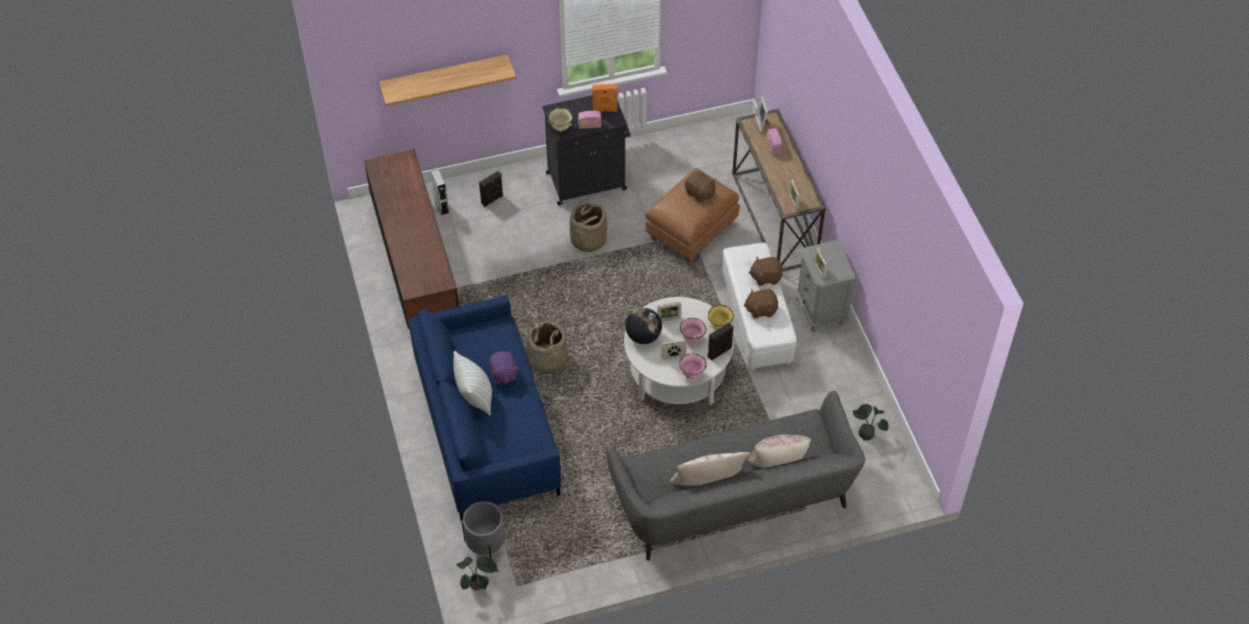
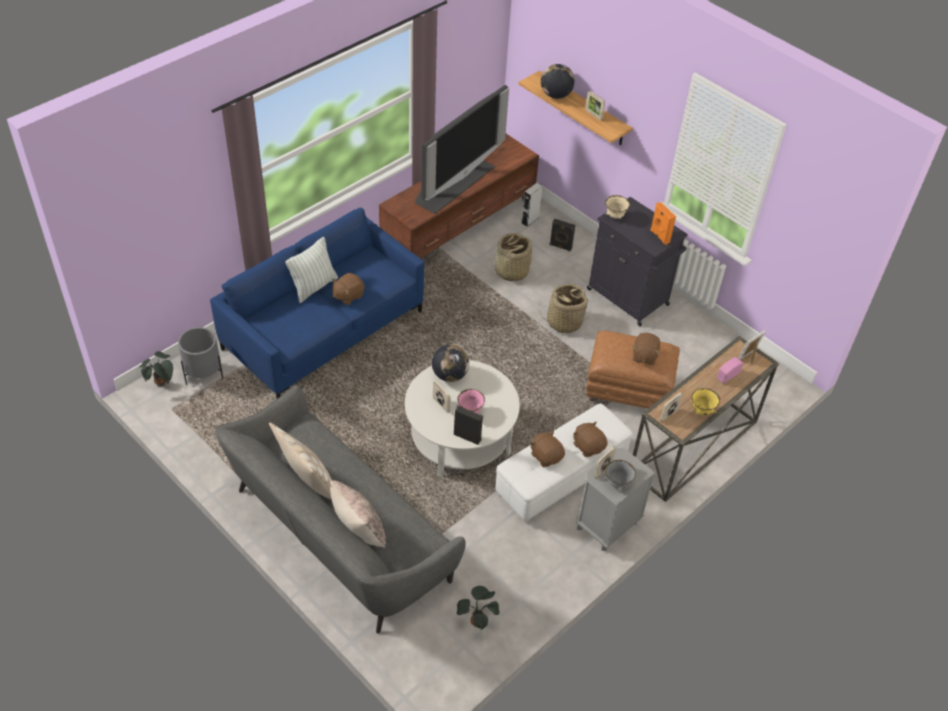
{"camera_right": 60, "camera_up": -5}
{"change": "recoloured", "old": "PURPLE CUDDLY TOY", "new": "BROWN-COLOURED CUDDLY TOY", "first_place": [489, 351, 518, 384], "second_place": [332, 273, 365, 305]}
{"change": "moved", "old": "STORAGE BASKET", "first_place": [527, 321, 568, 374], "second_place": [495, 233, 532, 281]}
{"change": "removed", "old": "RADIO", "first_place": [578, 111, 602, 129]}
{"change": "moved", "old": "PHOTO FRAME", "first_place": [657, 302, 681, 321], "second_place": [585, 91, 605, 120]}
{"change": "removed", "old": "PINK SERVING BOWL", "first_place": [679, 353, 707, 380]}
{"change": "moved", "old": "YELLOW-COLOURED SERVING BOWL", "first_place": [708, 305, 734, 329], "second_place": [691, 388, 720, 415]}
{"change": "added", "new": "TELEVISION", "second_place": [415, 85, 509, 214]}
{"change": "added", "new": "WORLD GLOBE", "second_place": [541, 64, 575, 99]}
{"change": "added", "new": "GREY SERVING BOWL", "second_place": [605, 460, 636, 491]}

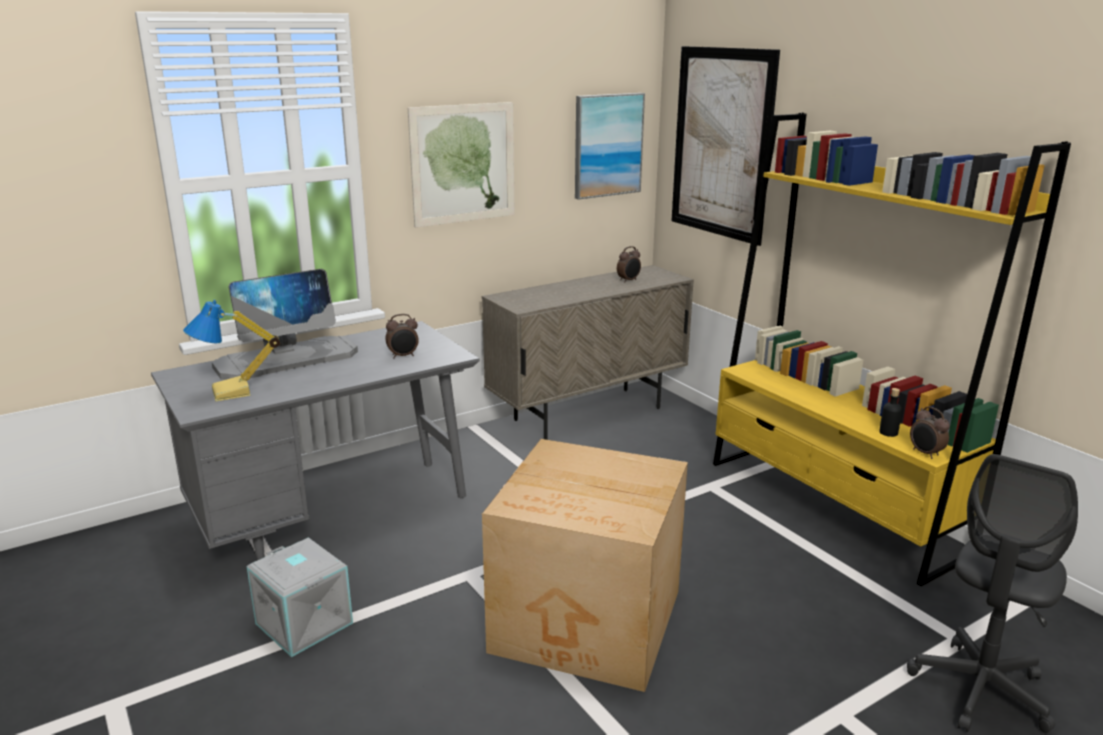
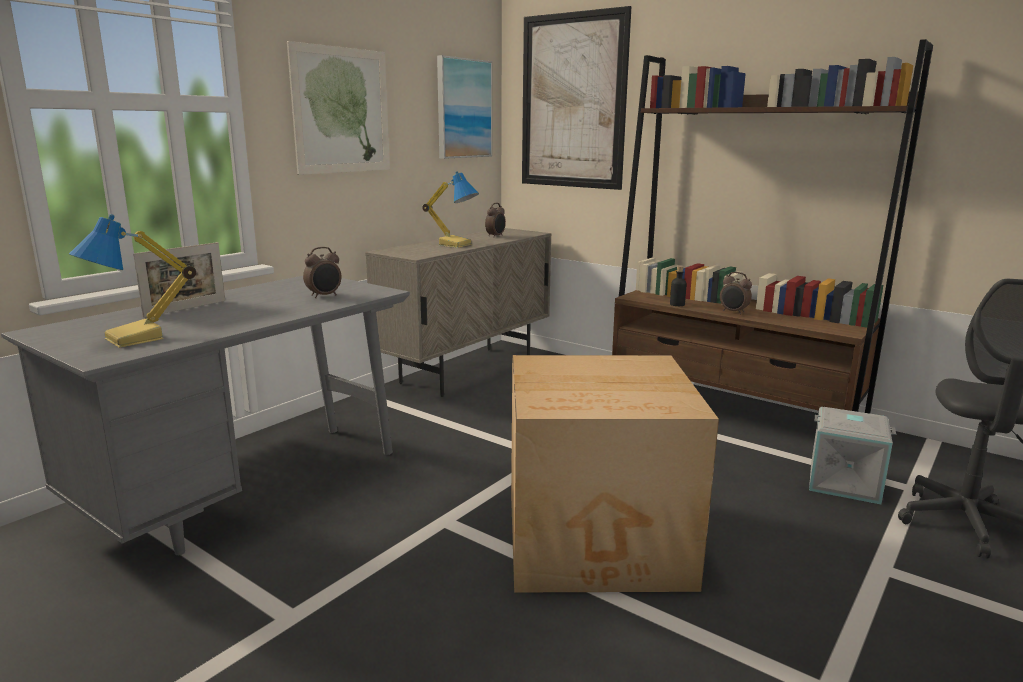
{"camera_right": -20, "camera_up": -5}
{"change": "replaced", "old": "MONITOR", "new": "PHOTO FRAME", "first_place": [212, 269, 358, 380], "second_place": [133, 242, 225, 317]}
{"change": "moved", "old": "GREY STORAGE BOX", "first_place": [247, 538, 353, 657], "second_place": [809, 407, 896, 504]}
{"change": "recoloured", "old": "YELLOW-COLOURED SHELVING UNIT", "new": "BROWN-COLOURED SHELVING UNIT", "first_place": [713, 113, 1071, 586], "second_place": [612, 39, 933, 414]}
{"change": "moved", "old": "BLACK DRINK BOTTLE", "first_place": [879, 388, 902, 437], "second_place": [670, 265, 687, 306]}
{"change": "moved", "old": "ALARM CLOCK", "first_place": [910, 406, 950, 459], "second_place": [720, 272, 752, 315]}
{"change": "added", "new": "TABLE LAMP", "second_place": [422, 171, 479, 248]}

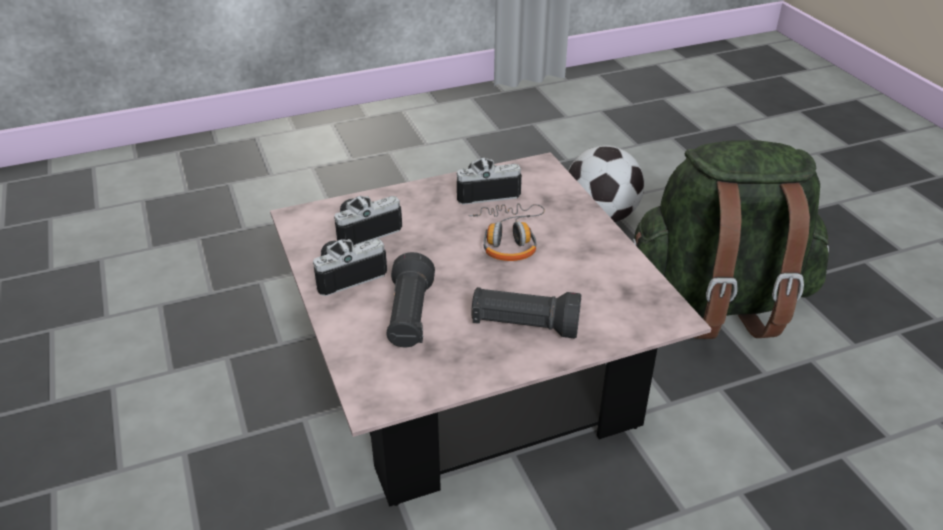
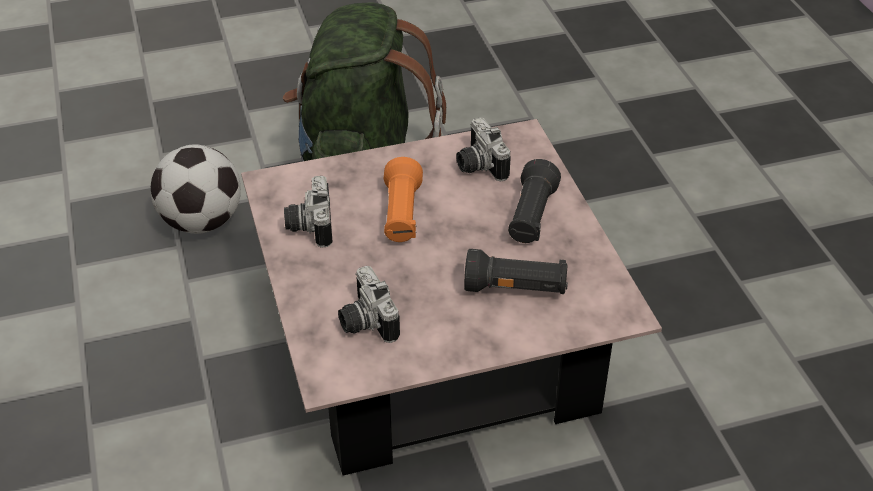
{"camera_right": -85, "camera_up": 5}
{"change": "moved", "old": "STILL CAMERA", "first_place": [313, 239, 387, 296], "second_place": [456, 117, 511, 181]}
{"change": "replaced", "old": "HEADSET", "new": "ORANGE TORCH", "first_place": [469, 203, 545, 261], "second_place": [384, 157, 423, 242]}

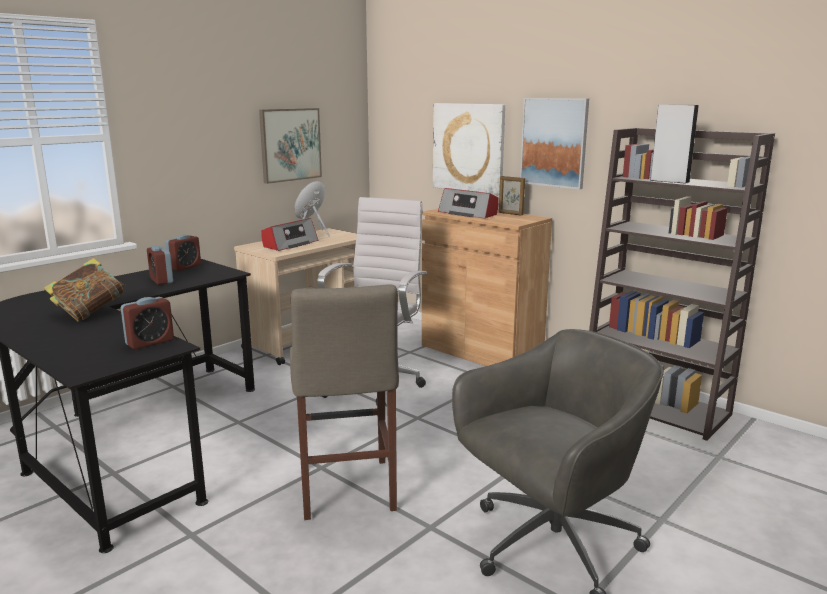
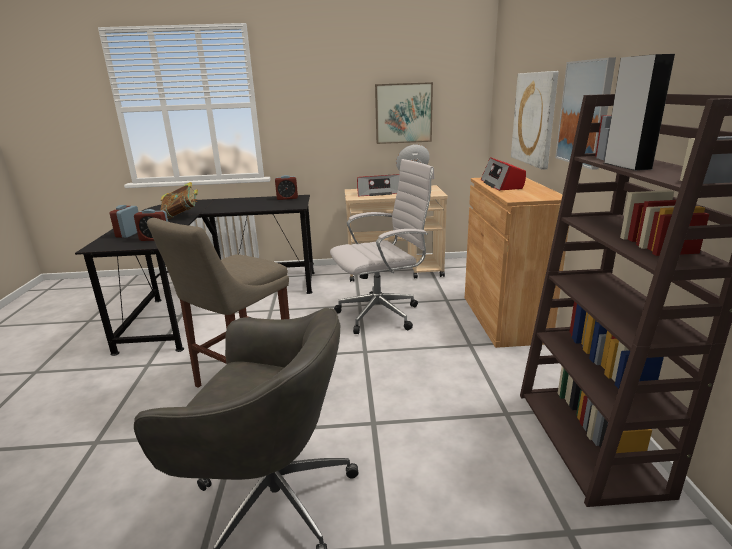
{"camera_right": 45, "camera_up": 5}
{"change": "moved", "old": "ALARM CLOCK", "first_place": [147, 246, 173, 285], "second_place": [110, 205, 138, 238]}
{"change": "removed", "old": "PHOTO FRAME", "first_place": [499, 176, 525, 216]}

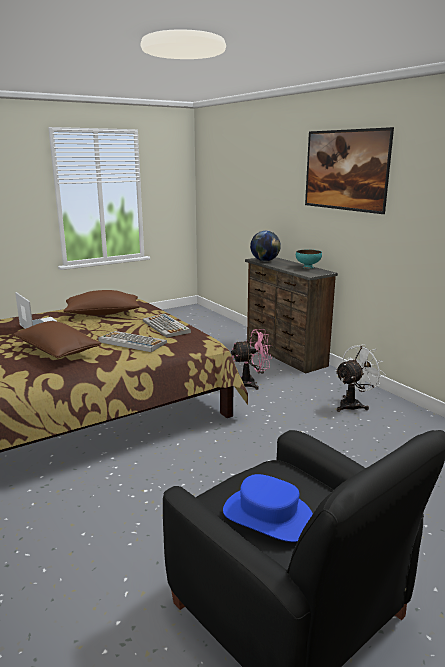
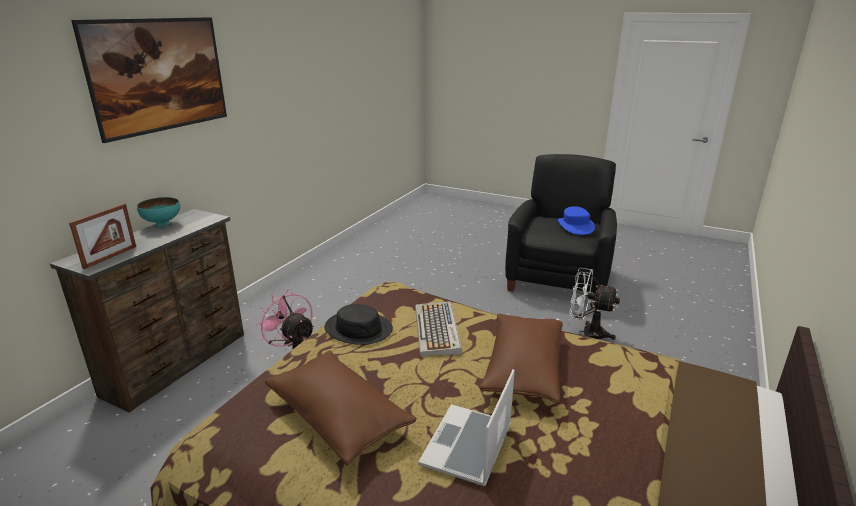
{"camera_right": -120, "camera_up": 5}
{"change": "replaced", "old": "KEYBOARD", "new": "BLACK HAT", "first_place": [143, 313, 191, 338], "second_place": [324, 304, 393, 345]}
{"change": "replaced", "old": "WORLD GLOBE", "new": "PHOTO FRAME", "first_place": [250, 231, 281, 261], "second_place": [69, 204, 136, 269]}
{"change": "moved", "old": "WHITE-COLOURED ELECTRIC FAN", "first_place": [336, 344, 384, 412], "second_place": [569, 268, 620, 340]}

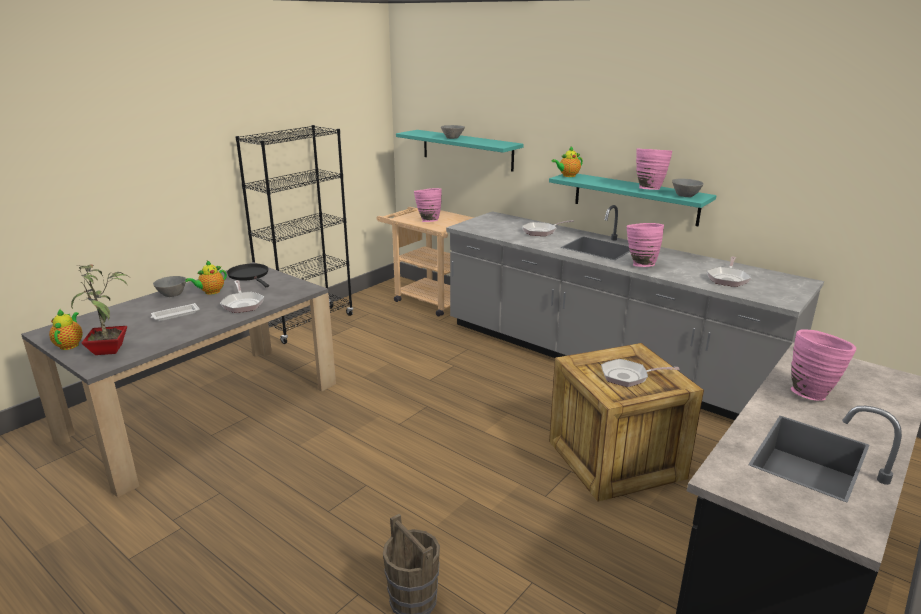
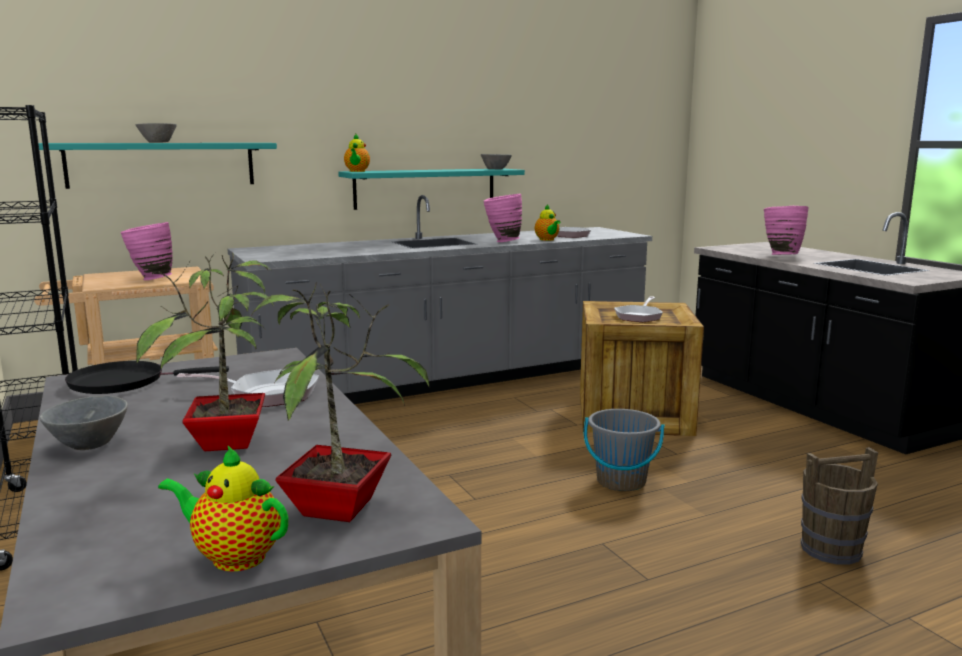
{"camera_right": -65, "camera_up": -10}
{"change": "replaced", "old": "WHITE-COLOURED CARRYING TRAY", "new": "PLANT IN A POT", "first_place": [150, 303, 200, 321], "second_place": [136, 252, 274, 451]}
{"change": "moved", "old": "POT FOR TEA", "first_place": [185, 260, 227, 295], "second_place": [535, 204, 560, 241]}
{"change": "removed", "old": "SKILLET", "first_place": [522, 220, 574, 236]}
{"change": "removed", "old": "PINK DECORATIVE VASE", "first_place": [636, 148, 672, 190]}
{"change": "added", "new": "GREY BUCKET", "second_place": [584, 409, 664, 491]}

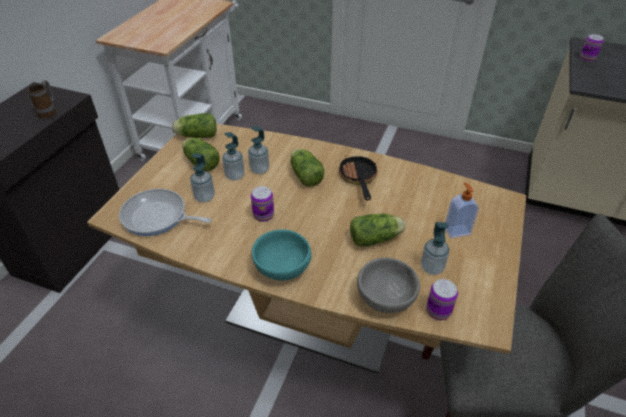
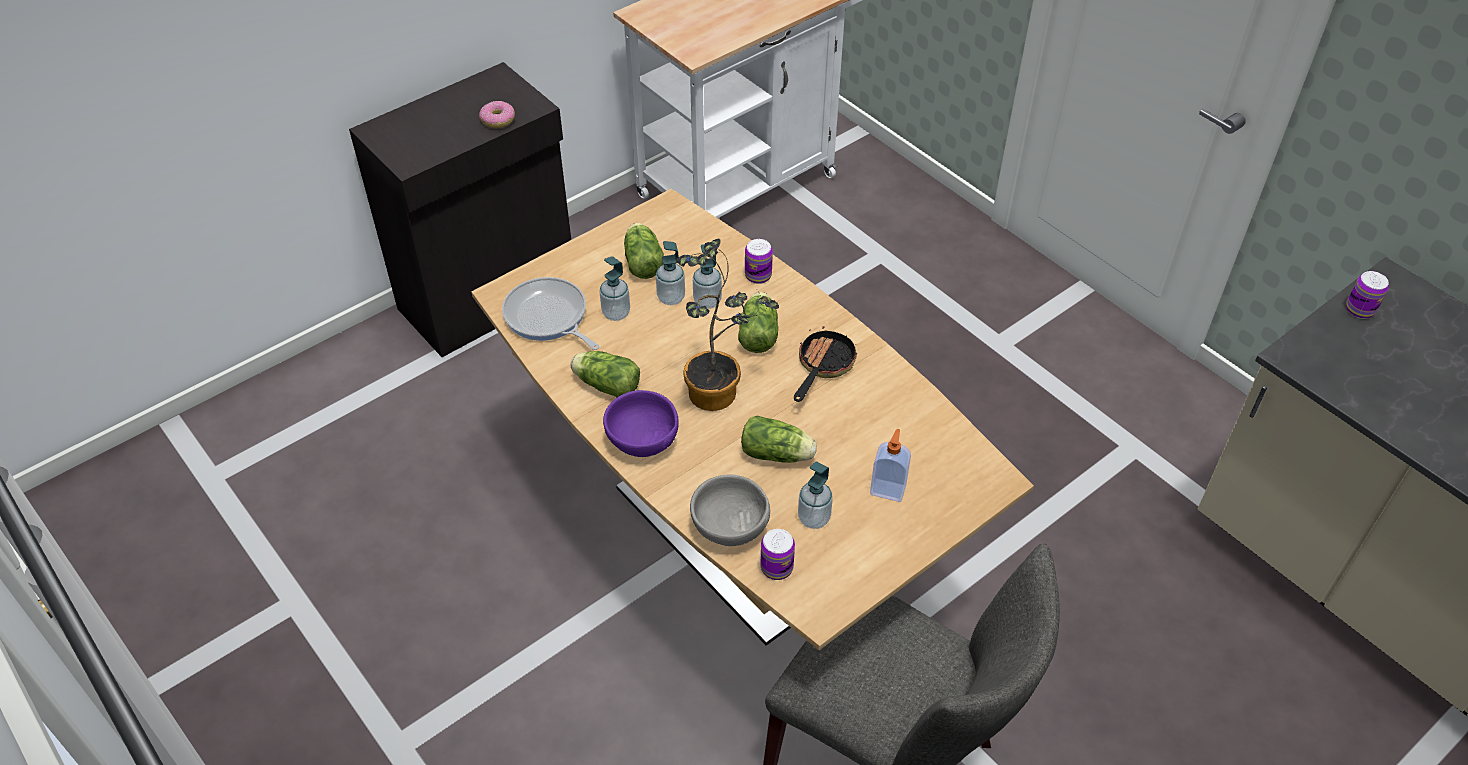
{"camera_right": 30, "camera_up": 5}
{"change": "replaced", "old": "TEA MUG", "new": "DONUT", "first_place": [28, 80, 56, 118], "second_place": [479, 101, 515, 128]}
{"change": "moved", "old": "LETTUCE HEAD", "first_place": [172, 113, 217, 138], "second_place": [570, 351, 640, 397]}
{"change": "moved", "old": "SEALED CAN", "first_place": [251, 186, 274, 222], "second_place": [745, 239, 773, 284]}
{"change": "recoloured", "old": "TURQUOISE SERVING BOWL", "new": "PURPLE SERVING BOWL", "first_place": [251, 229, 311, 281], "second_place": [603, 390, 679, 457]}
{"change": "added", "new": "PLANT IN A POT", "second_place": [676, 238, 779, 411]}

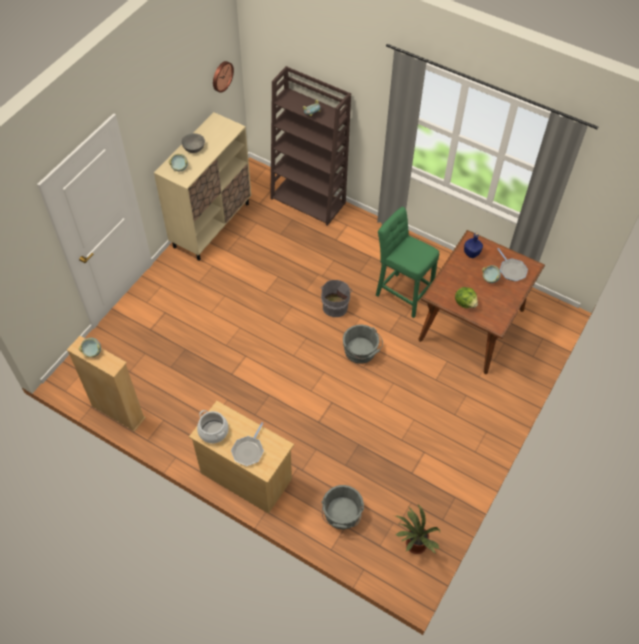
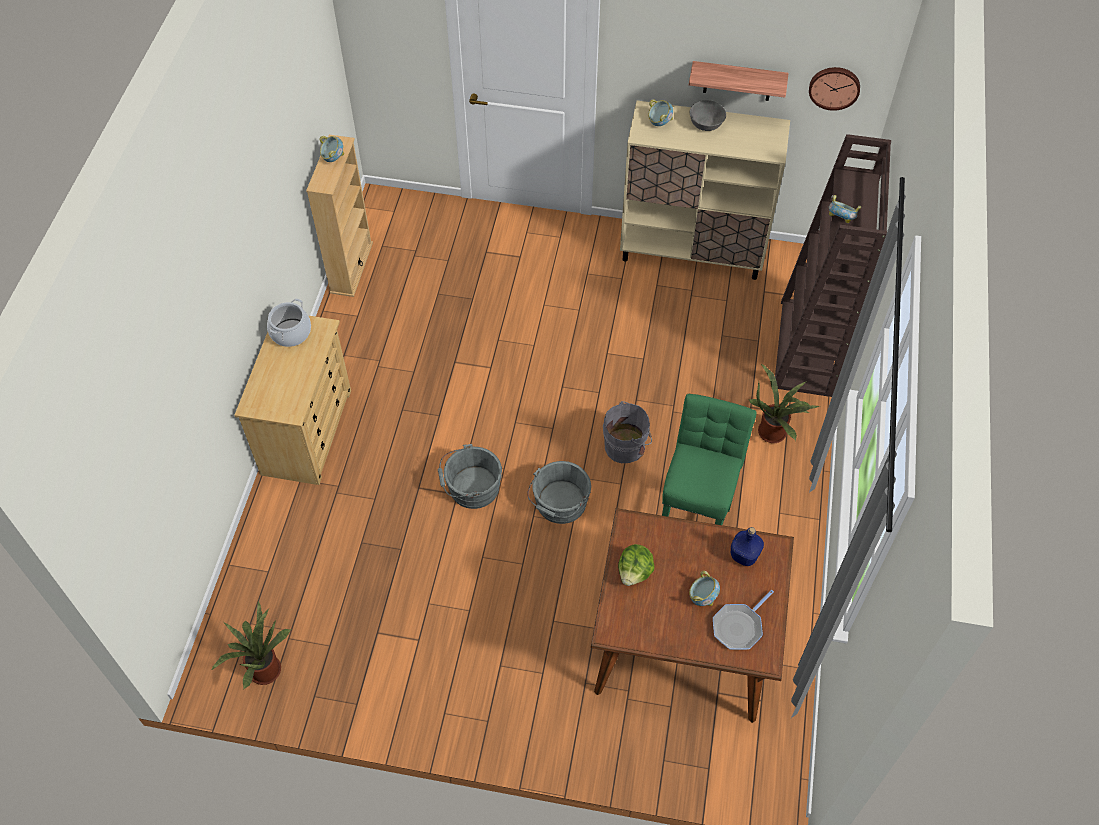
{"camera_right": 70, "camera_up": 0}
{"change": "removed", "old": "SKILLET", "first_place": [231, 422, 264, 466]}
{"change": "moved", "old": "GREY BUCKET", "first_place": [321, 485, 364, 529], "second_place": [438, 444, 502, 509]}
{"change": "added", "new": "SHELF", "second_place": [689, 61, 789, 101]}
{"change": "added", "new": "PLANT IN A POT", "second_place": [749, 364, 820, 443]}

